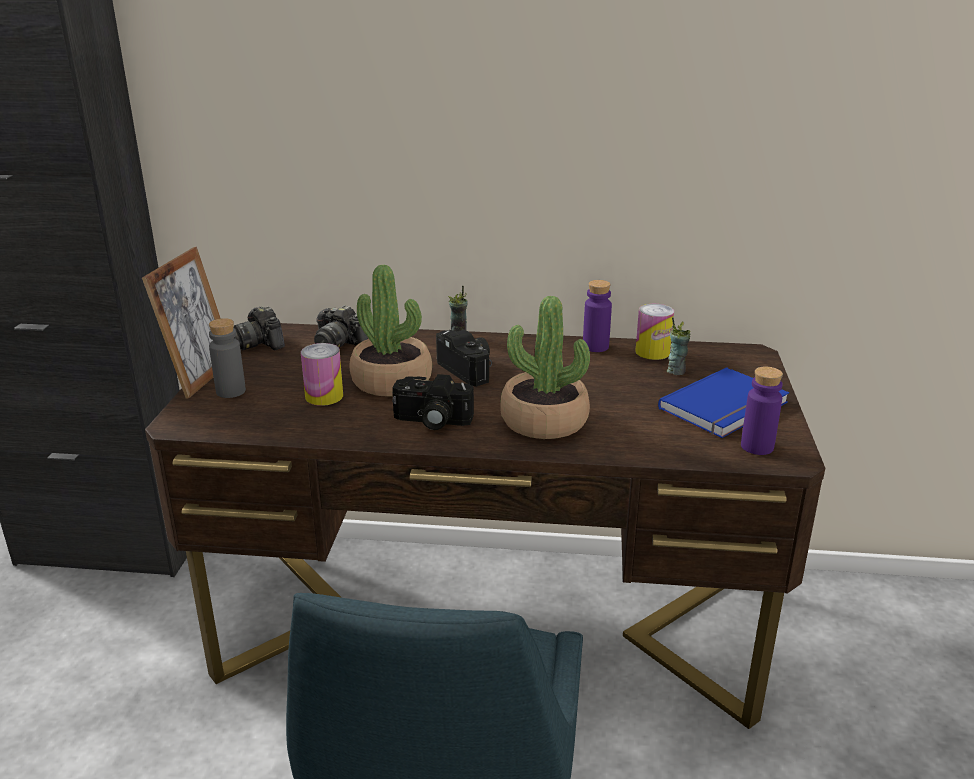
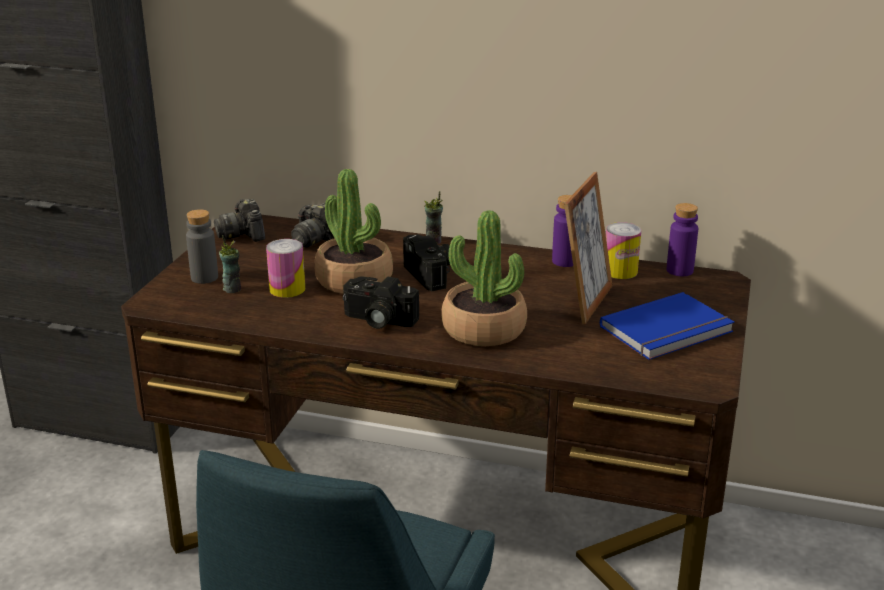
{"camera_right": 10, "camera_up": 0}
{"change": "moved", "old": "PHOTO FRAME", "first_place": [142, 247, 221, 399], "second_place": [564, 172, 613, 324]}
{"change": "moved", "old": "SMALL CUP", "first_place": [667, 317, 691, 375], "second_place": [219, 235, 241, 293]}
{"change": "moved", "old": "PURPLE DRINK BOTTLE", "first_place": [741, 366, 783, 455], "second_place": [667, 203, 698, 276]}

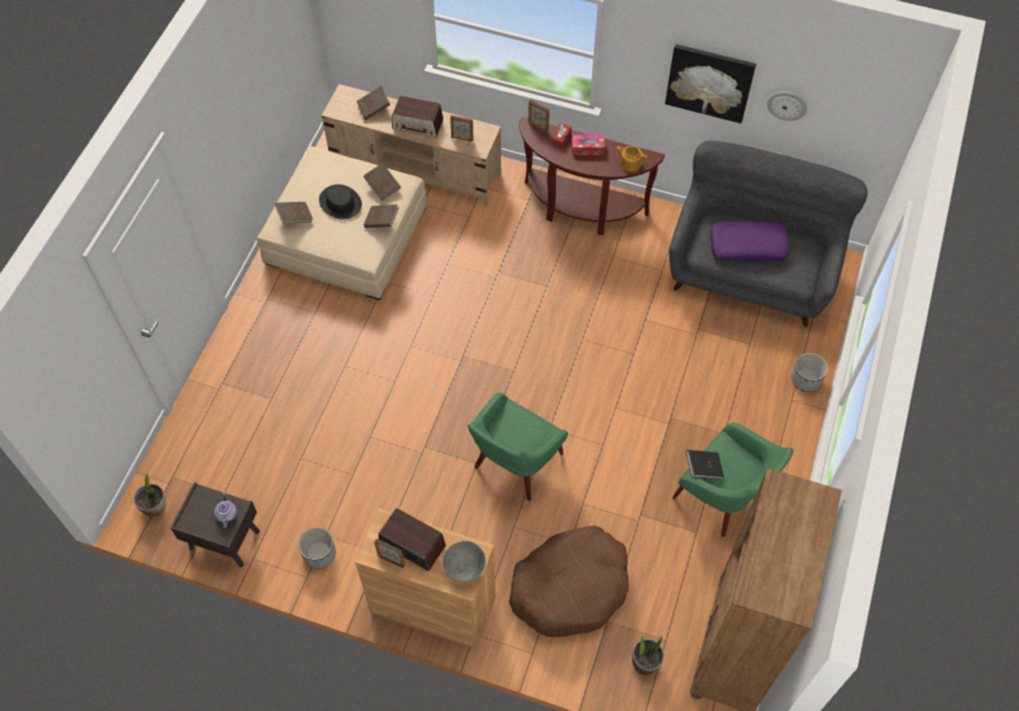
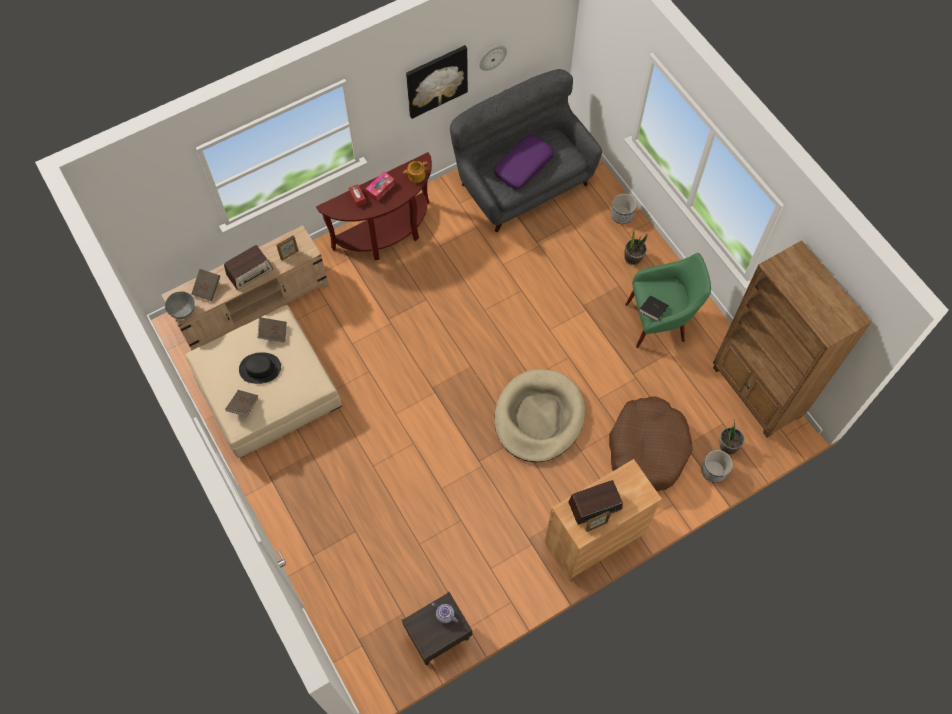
{"camera_right": -50, "camera_up": 5}
{"change": "moved", "old": "PLANT IN A POT", "first_place": [134, 473, 166, 517], "second_place": [624, 230, 648, 265]}
{"change": "moved", "old": "PLANT POT", "first_place": [298, 527, 336, 569], "second_place": [701, 450, 733, 483]}
{"change": "removed", "old": "BROWN-COLOURED BOUND BOOK", "first_place": [363, 204, 399, 228]}
{"change": "moved", "old": "GREY SERVING BOWL", "first_place": [443, 541, 486, 582], "second_place": [165, 291, 195, 319]}
{"change": "replaced", "old": "GREEN ARMCHAIR", "new": "BEIGE PET BED", "first_place": [468, 392, 568, 501], "second_place": [495, 369, 585, 462]}
{"change": "removed", "old": "PHOTO FRAME", "first_place": [528, 100, 550, 132]}

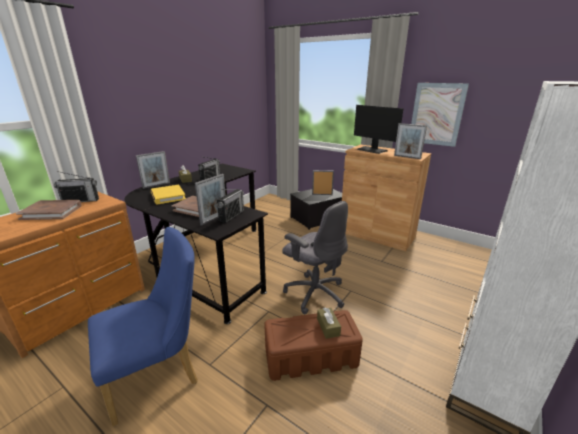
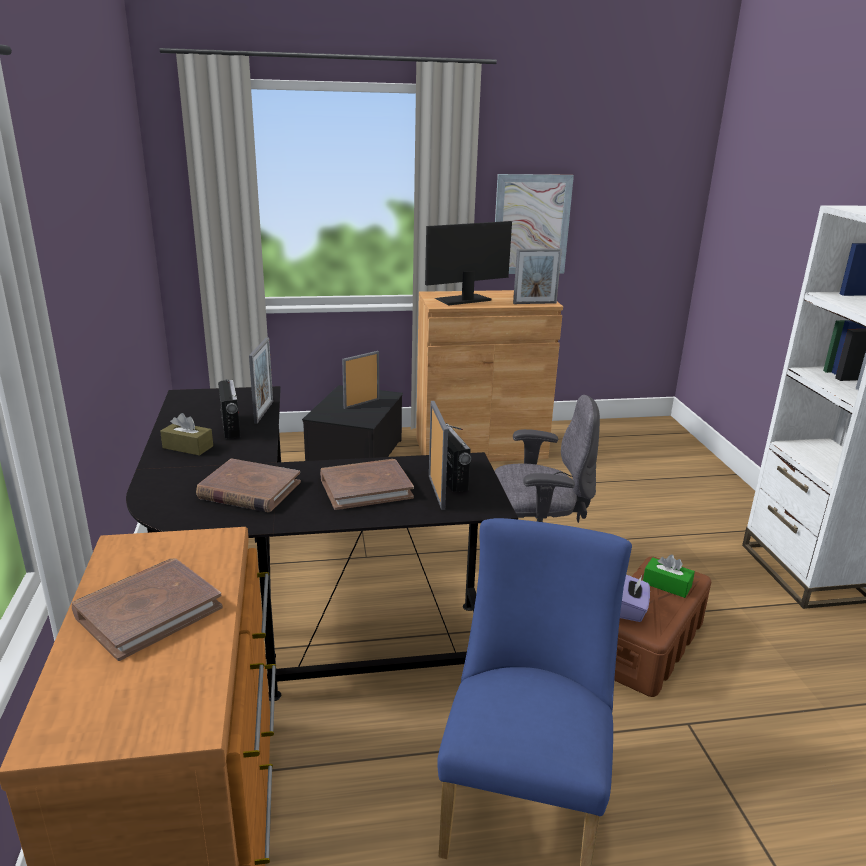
{"camera_right": -45, "camera_up": 0}
{"change": "removed", "old": "RADIO", "first_place": [54, 171, 99, 202]}
{"change": "moved", "old": "PHOTO FRAME", "first_place": [136, 151, 170, 189], "second_place": [249, 337, 273, 424]}
{"change": "recoloured", "old": "YELLOW-COLOURED BOUND BOOK", "new": "BROWN-COLOURED BOUND BOOK", "first_place": [151, 185, 186, 204], "second_place": [196, 458, 301, 512]}
{"change": "recoloured", "old": "BROWN-COLOURED BOX OF TISSUES", "new": "GREEN BOX OF TISSUES", "first_place": [317, 307, 341, 339], "second_place": [643, 555, 695, 598]}
{"change": "turned", "old": "MONITOR", "first_place": [354, 105, 404, 154], "second_place": [425, 221, 512, 306], "degrees": 150}
{"change": "added", "new": "PURPLE BOX OF TISSUES", "second_place": [620, 574, 650, 622]}

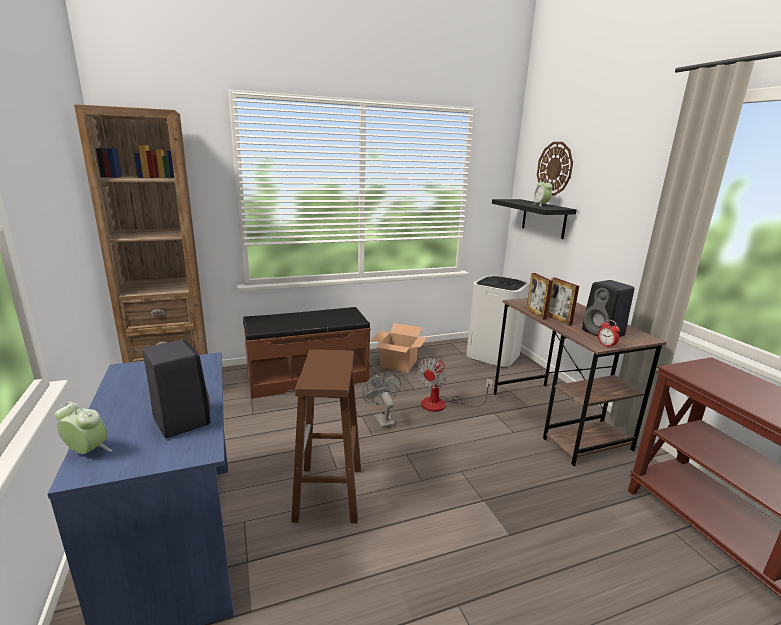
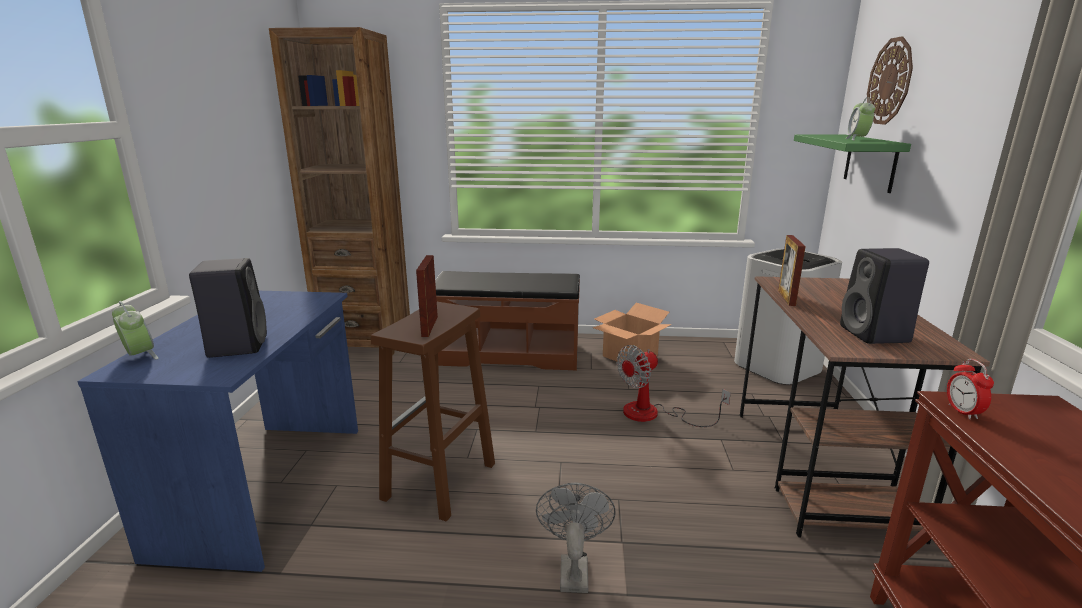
{"camera_right": 25, "camera_up": 0}
{"change": "moved", "old": "GREY ELECTRIC FAN", "first_place": [363, 372, 401, 429], "second_place": [536, 482, 616, 593]}
{"change": "recoloured", "old": "BLACK SHELF", "new": "GREEN SHELF", "first_place": [492, 199, 577, 239], "second_place": [794, 134, 911, 193]}
{"change": "moved", "old": "PHOTO FRAME", "first_place": [547, 278, 579, 326], "second_place": [416, 255, 438, 337]}
{"change": "moved", "old": "ALARM CLOCK", "first_place": [598, 320, 620, 349], "second_place": [947, 359, 994, 419]}

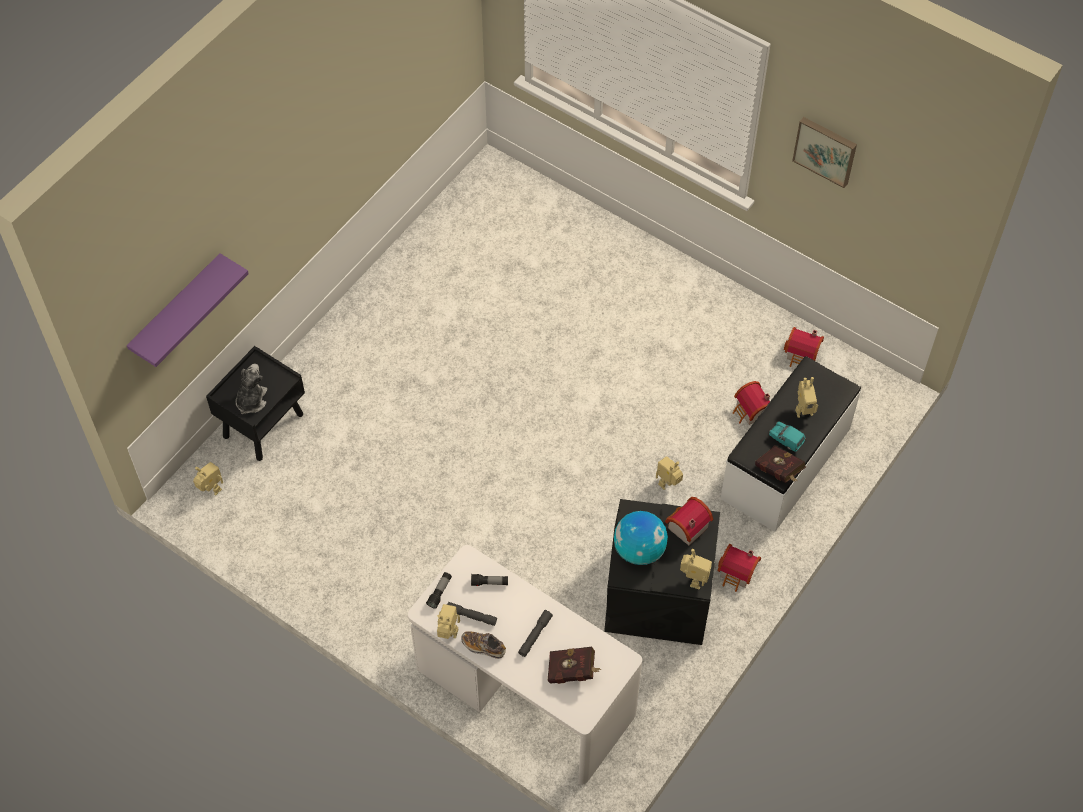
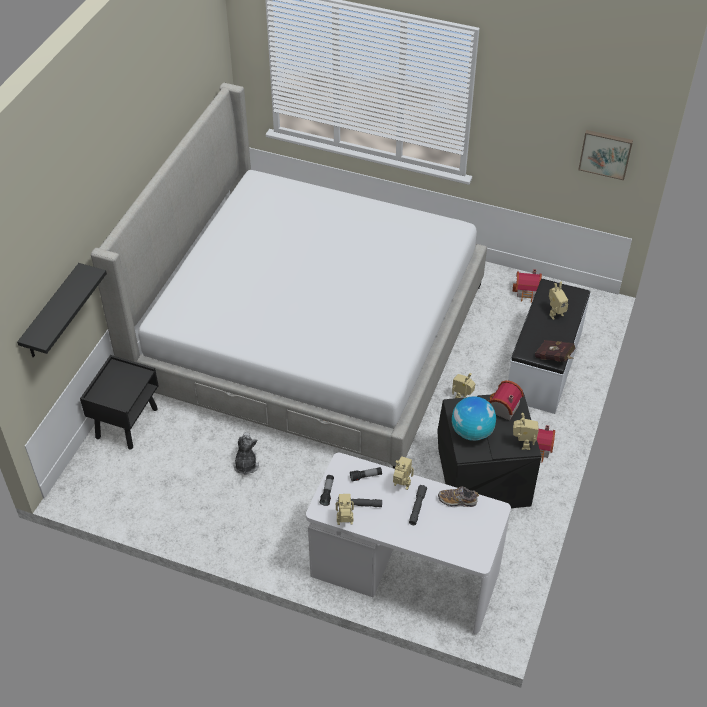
{"camera_right": -15, "camera_up": -10}
{"change": "recoloured", "old": "PURPLE SHELF", "new": "BLACK SHELF", "first_place": [127, 253, 249, 367], "second_place": [17, 263, 107, 357]}
{"change": "moved", "old": "TOY ROBOT", "first_place": [193, 462, 223, 496], "second_place": [393, 456, 414, 490]}
{"change": "moved", "old": "CUDDLY TOY", "first_place": [236, 364, 267, 415], "second_place": [233, 432, 259, 475]}
{"change": "moved", "old": "ITEM OF FOOTWEAR", "first_place": [462, 631, 506, 659], "second_place": [438, 486, 479, 507]}
{"change": "removed", "old": "REDDISH BOUND BOOK", "first_place": [548, 647, 601, 684]}
{"change": "removed", "old": "TOY HOUSE", "first_place": [733, 381, 770, 425]}
{"change": "removed", "old": "TURQUOISE MODEL CAR", "first_place": [769, 421, 806, 452]}
{"change": "moved", "old": "WALL ART", "first_place": [792, 117, 857, 188], "second_place": [578, 130, 633, 180]}
{"change": "added", "new": "BEDROOM BED", "second_place": [91, 83, 487, 469]}

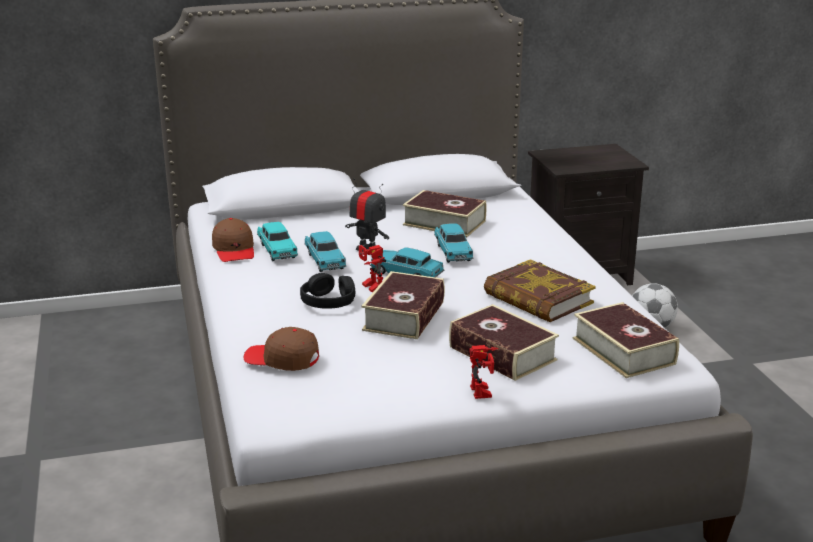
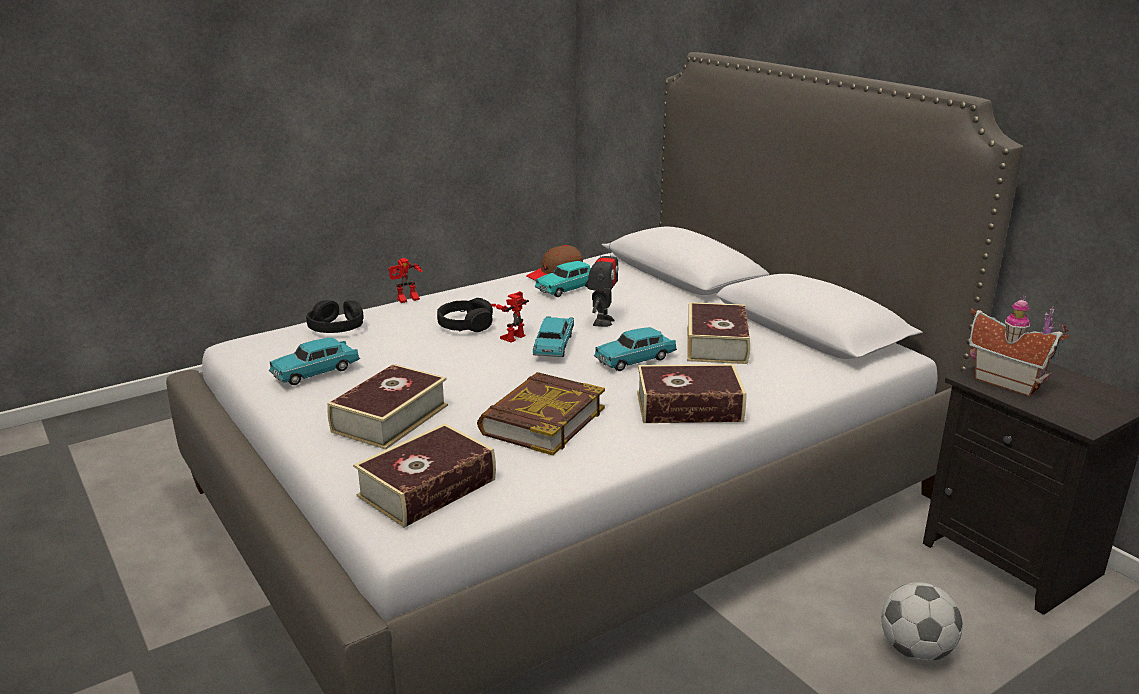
{"camera_right": 70, "camera_up": 0}
{"change": "replaced", "old": "BROWN-COLOURED BASEBALL CAP", "new": "BLACK HEADSET", "first_place": [244, 327, 319, 371], "second_place": [306, 300, 364, 333]}
{"change": "moved", "old": "TURQUOISE MODEL CAR", "first_place": [304, 231, 347, 272], "second_place": [269, 337, 360, 385]}
{"change": "moved", "old": "BOUND BOOK", "first_place": [362, 271, 445, 339], "second_place": [637, 364, 747, 423]}
{"change": "moved", "old": "TOY ROBOT", "first_place": [470, 345, 498, 399], "second_place": [389, 258, 423, 303]}
{"change": "added", "new": "TOY HOUSE", "second_place": [969, 294, 1070, 397]}

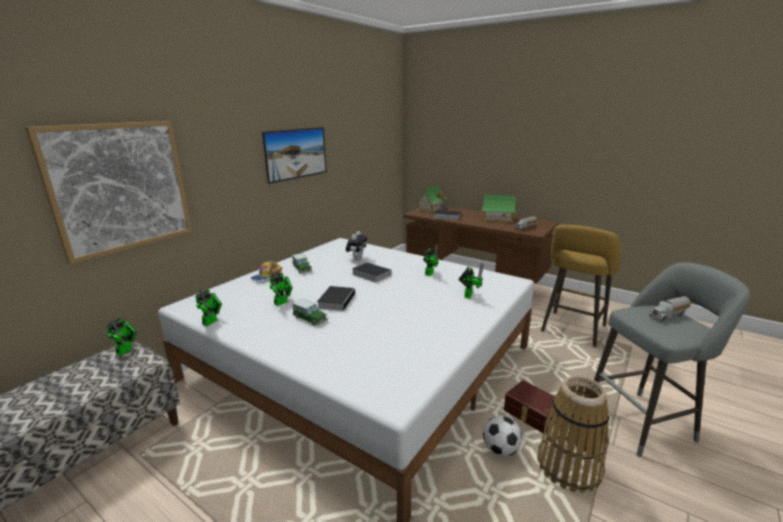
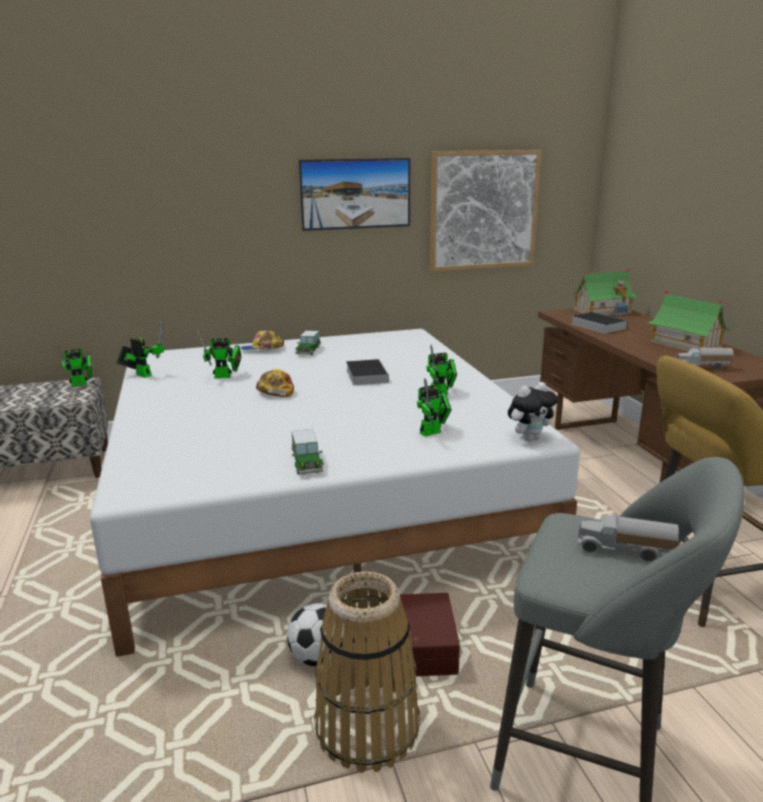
{"camera_right": 40, "camera_up": 0}
{"change": "moved", "old": "WALL ART", "first_place": [25, 121, 192, 264], "second_place": [430, 150, 542, 272]}
{"change": "turned", "old": "TOY ROBOT", "first_place": [196, 289, 222, 326], "second_place": [117, 322, 164, 378], "degrees": -120}
{"change": "moved", "old": "MODEL CAR", "first_place": [292, 299, 328, 326], "second_place": [292, 429, 324, 475]}
{"change": "replaced", "old": "BOUND BOOK", "new": "BASEBALL CAP", "first_place": [317, 286, 355, 311], "second_place": [256, 369, 294, 397]}
{"change": "moved", "old": "CUDDLY TOY", "first_place": [346, 231, 367, 260], "second_place": [508, 382, 558, 441]}

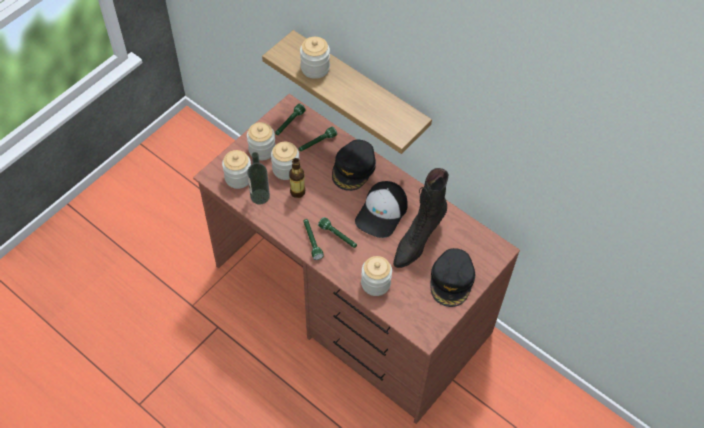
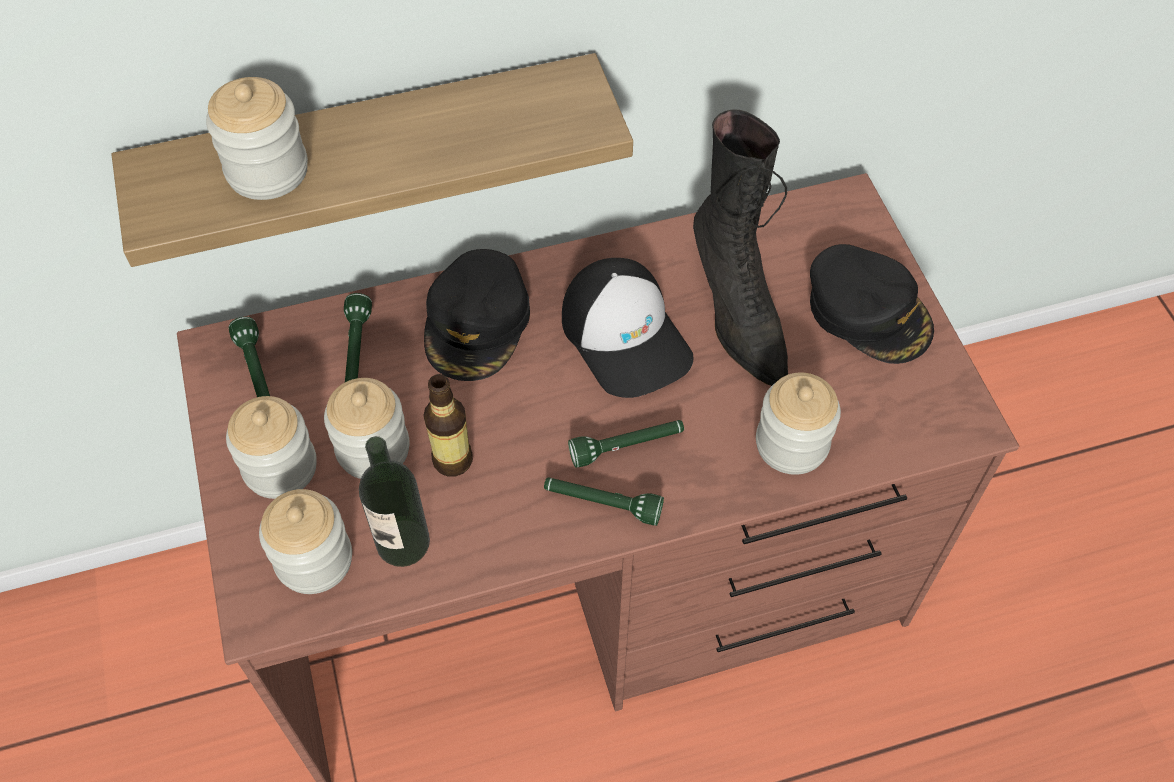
{"camera_right": -55, "camera_up": 0}
{"change": "turned", "old": "BLACK BASEBALL CAP", "first_place": [332, 140, 376, 191], "second_place": [424, 249, 530, 381], "degrees": 45}

